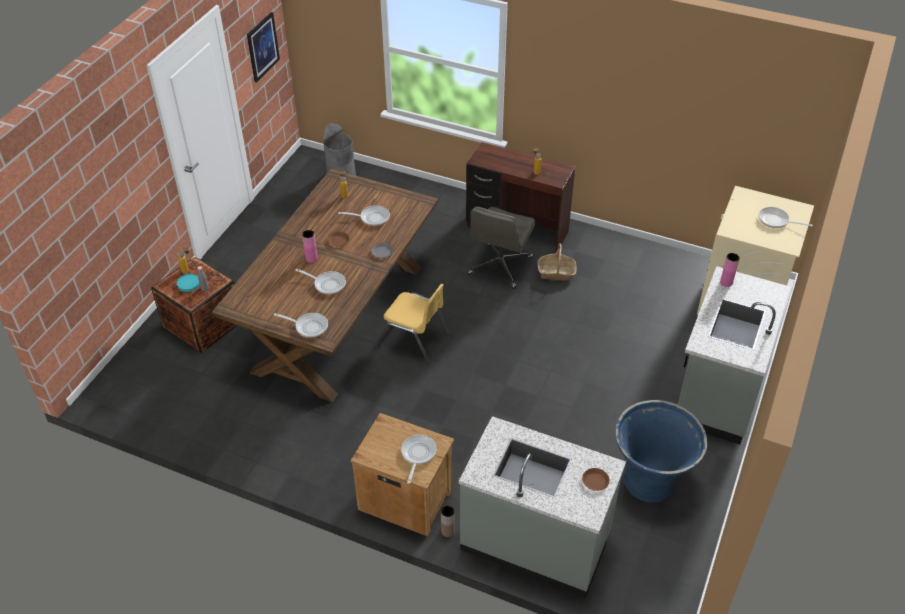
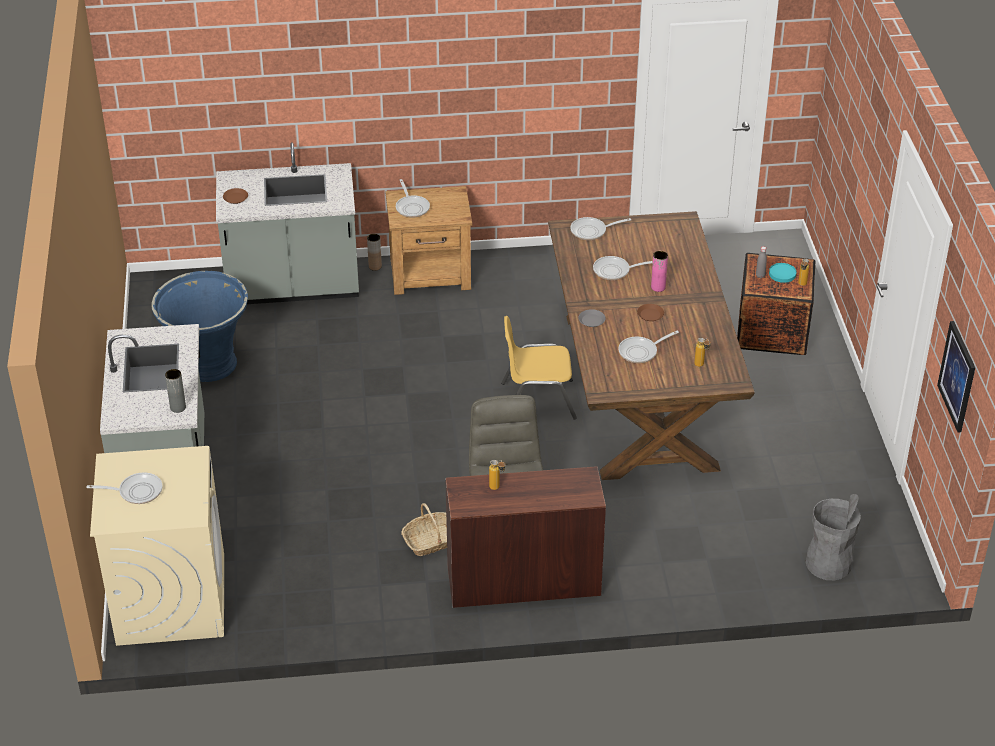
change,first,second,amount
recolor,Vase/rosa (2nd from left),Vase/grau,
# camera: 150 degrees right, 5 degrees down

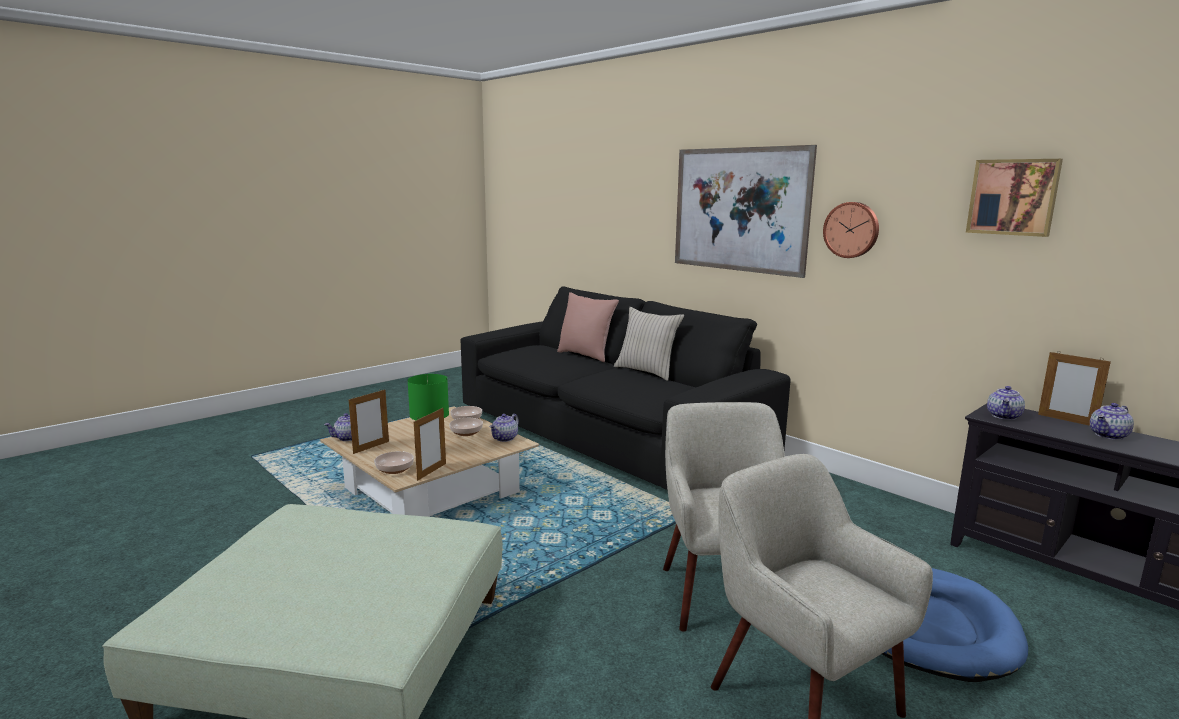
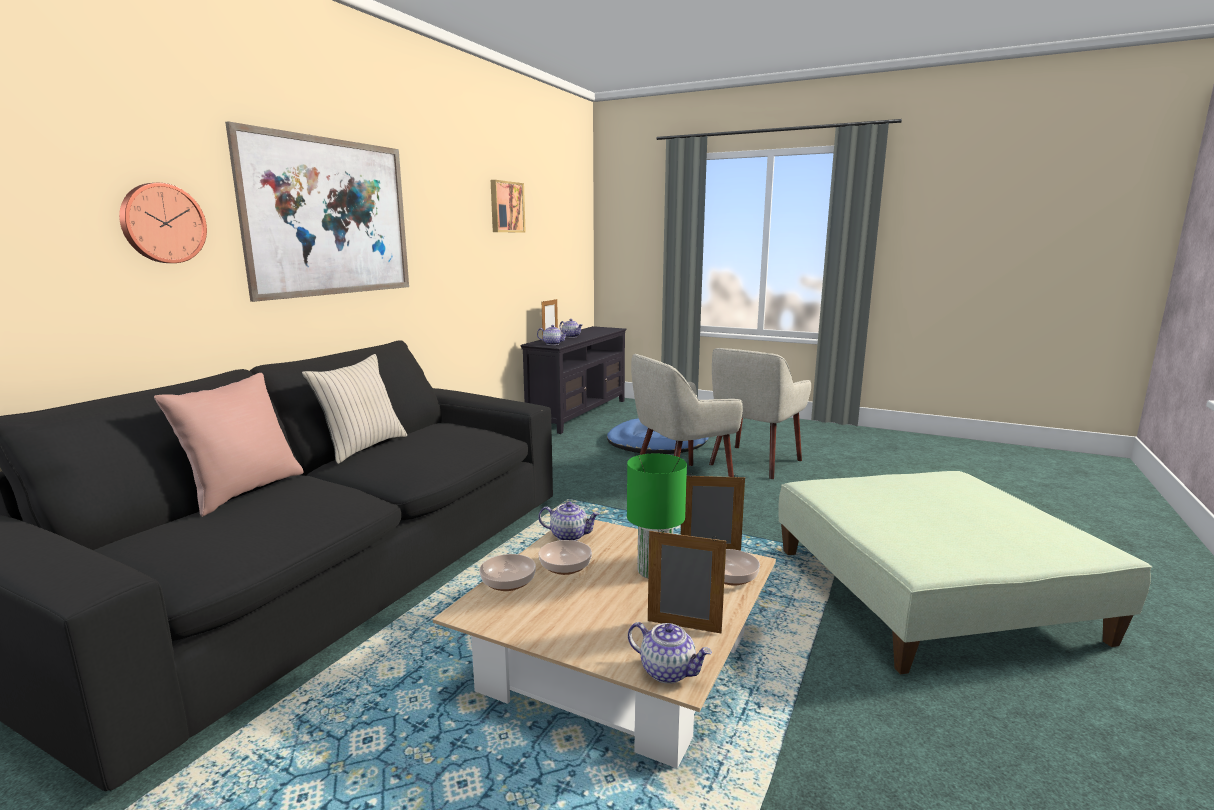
change,first,second,amount
move,Wanduhr,,
# camera: 110 degrees left, 0 degrees up

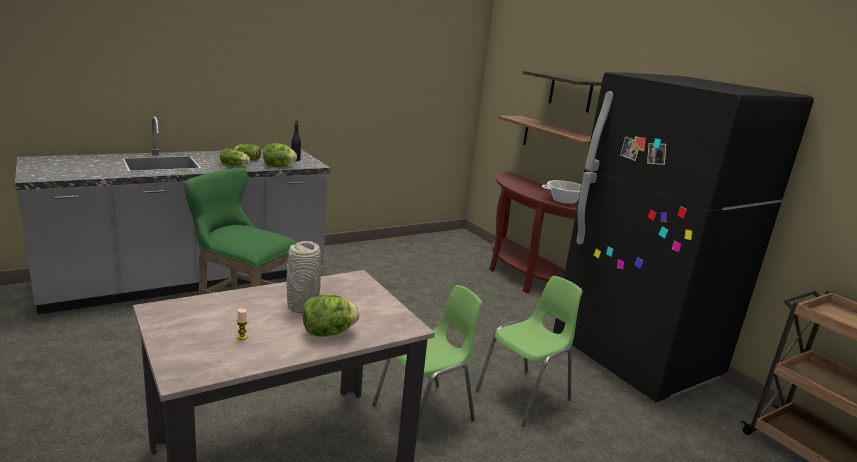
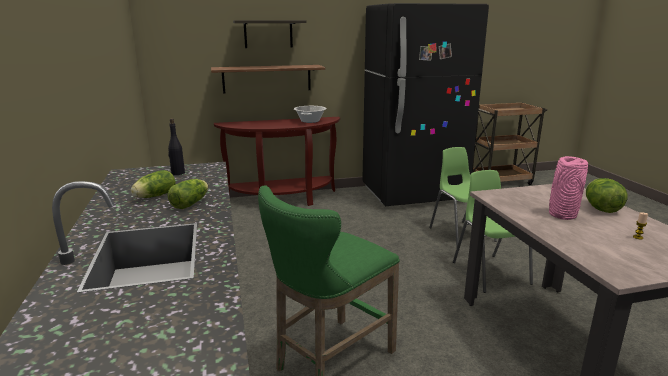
change,first,second,amount
delete,Salatkopf (3rd from left),,
recolor,Vase/grau,Vase/rosa,
# camera: 70 degrees left, 0 degrees up

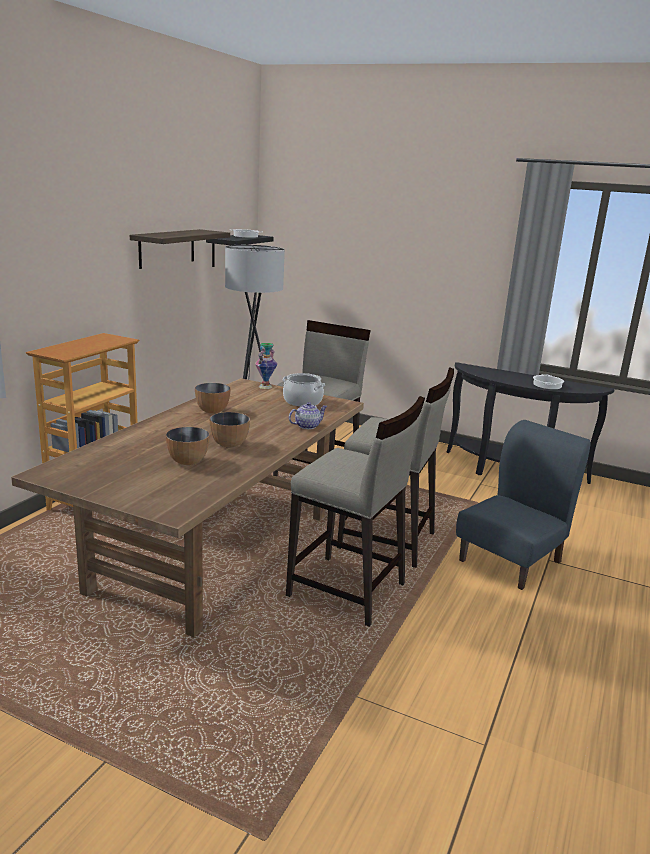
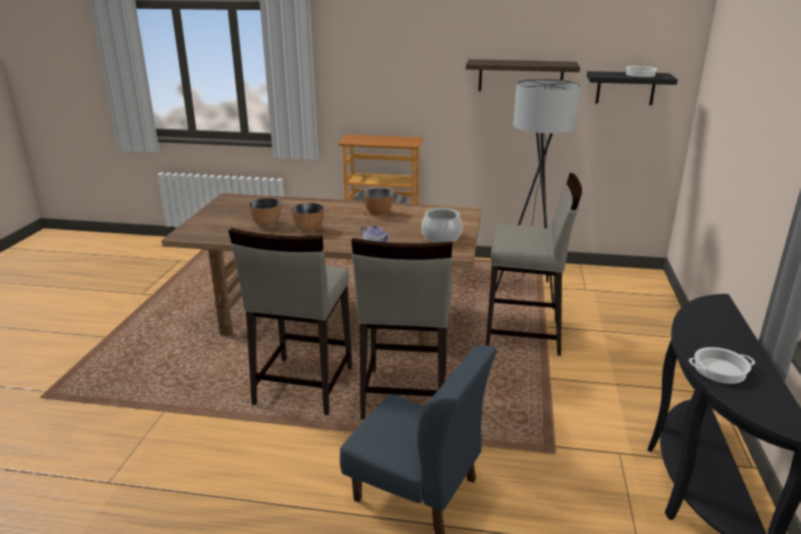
change,first,second,amount
delete,Vase,,
# camera: 75 degrees right, 5 degrees up

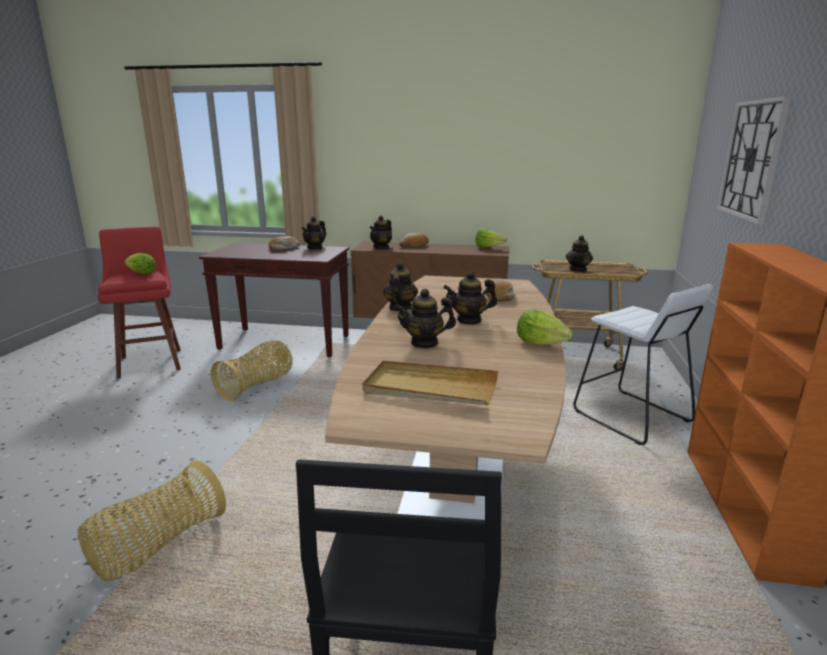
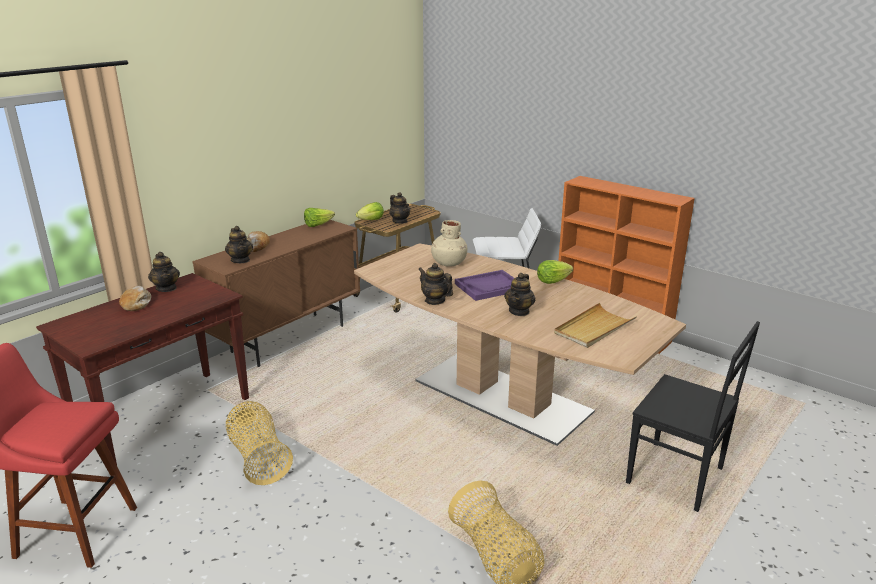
change,first,second,amount
move,Salatkopf (1st from left in the first image),Salatkopf (2nd from left),
replace,Teekanne (5th from left),Tablett/lila,
replace,Brot (3rd from left),Vase/beige,
delete,Wanduhr,,
# camera: 60 degrees left, 5 degrees up

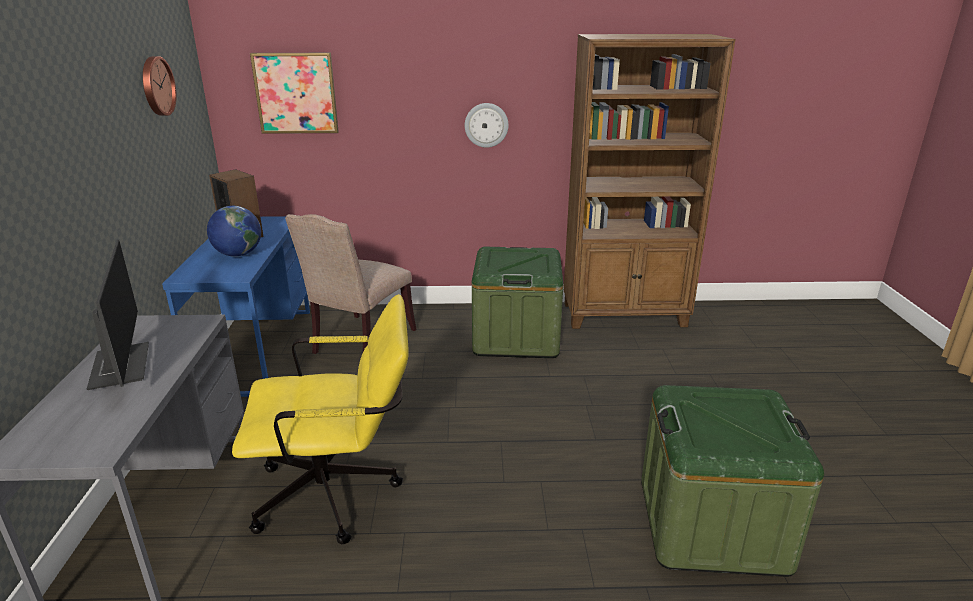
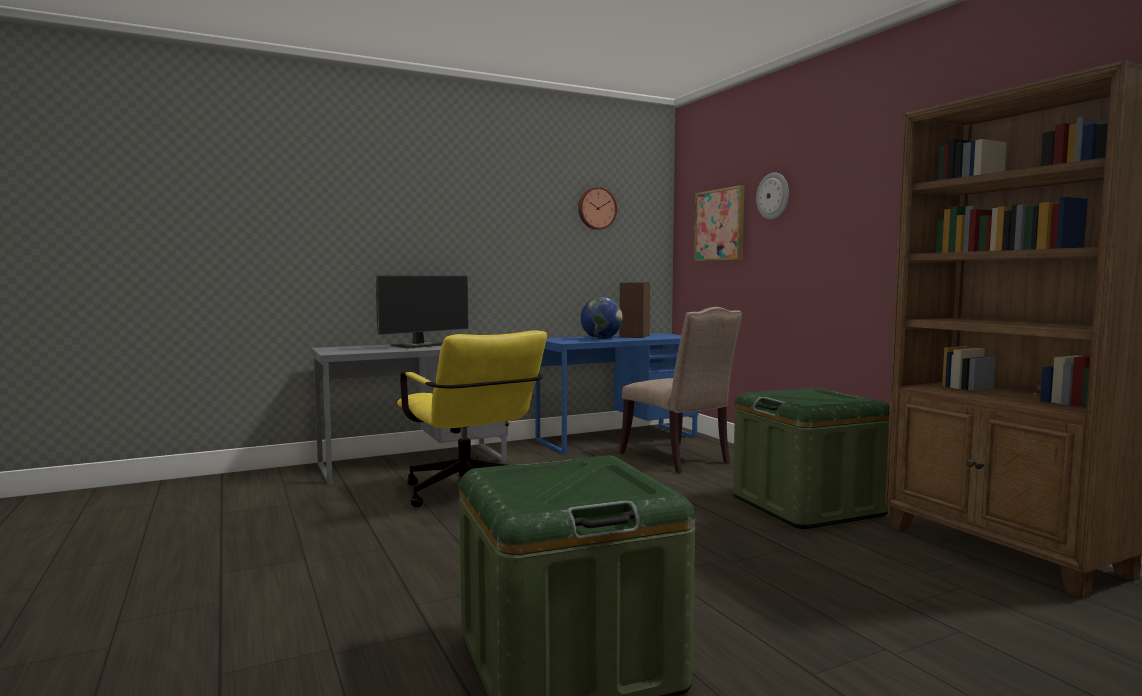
change,first,second,amount
rotate,Stuhl/beige,,120 degrees counterclockwise
move,Wanduhr (2nd from left),,
# camera: 65 degrees right, 20 degrees down

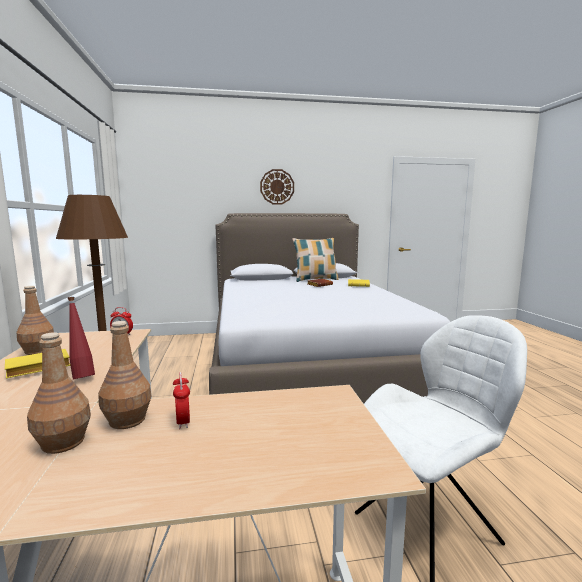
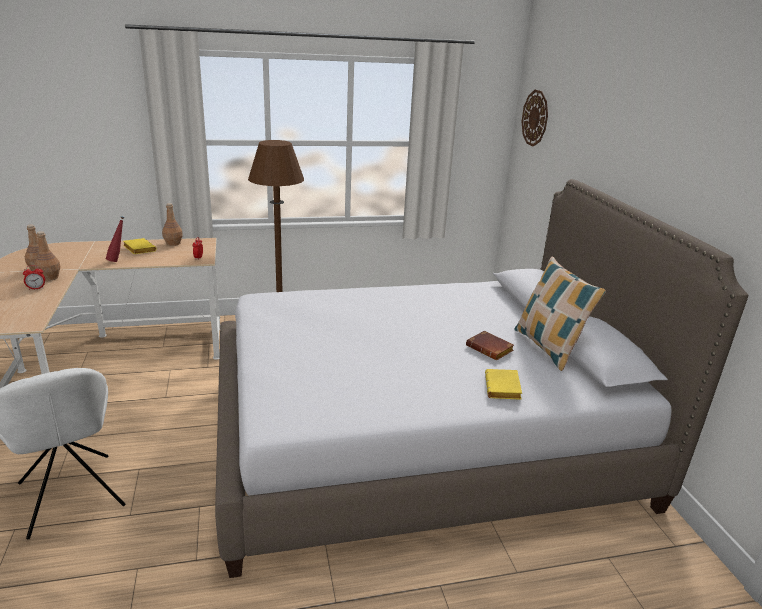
change,first,second,amount
move,Wanduhr,,
# camera: 85 degrees right, 15 degrees up

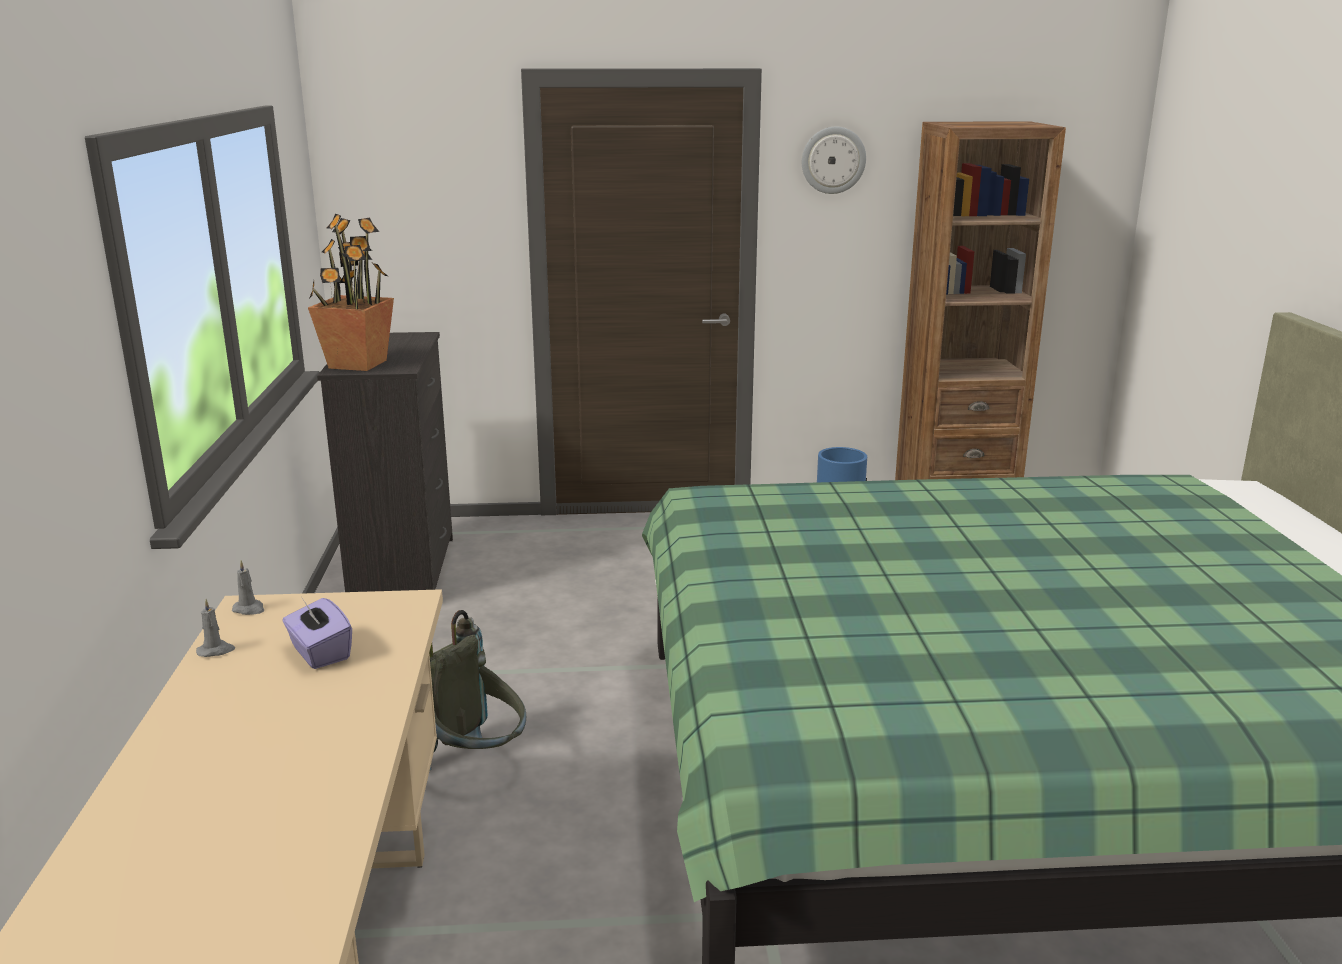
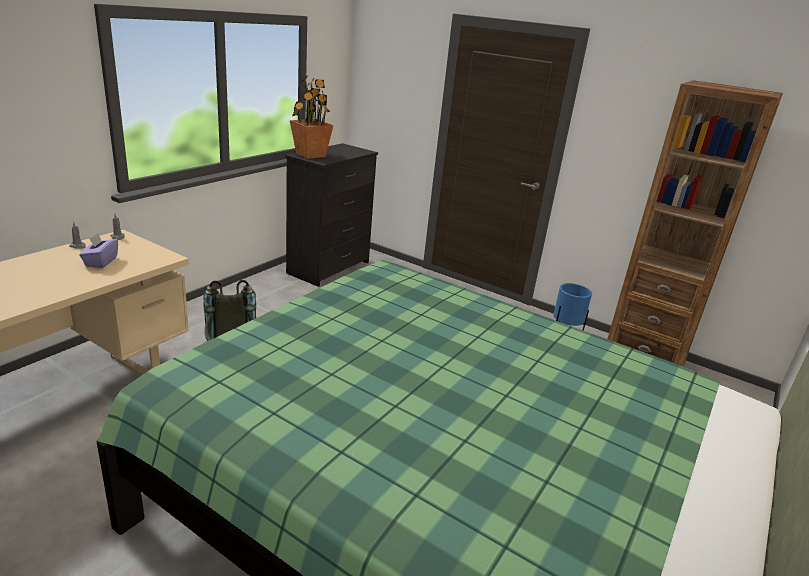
change,first,second,amount
delete,Wanduhr,,
# camera: 35 degrees right, 5 degrees up

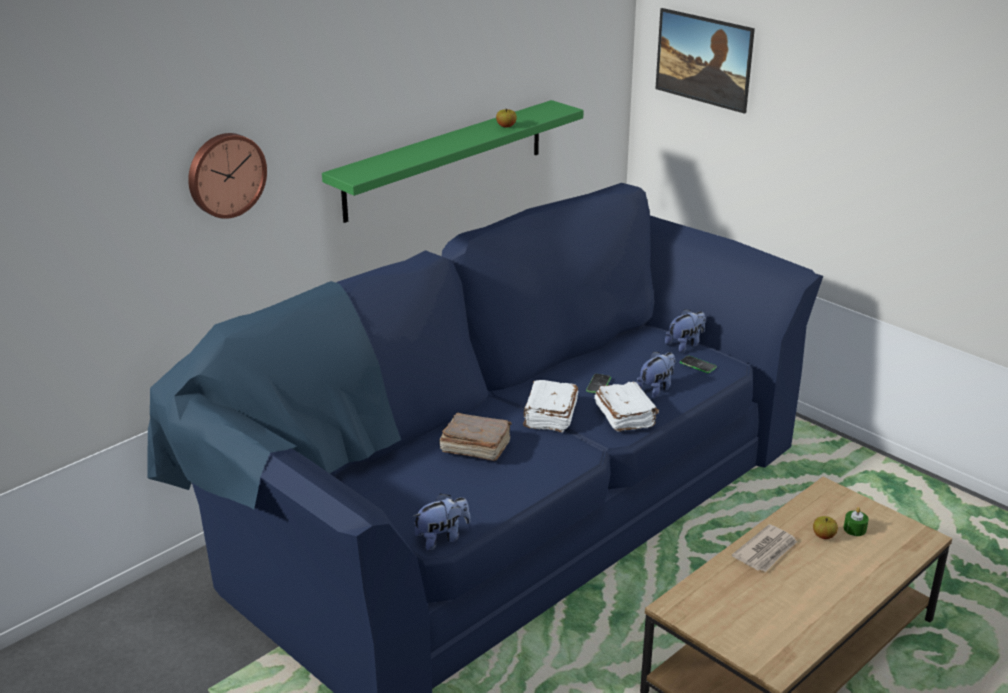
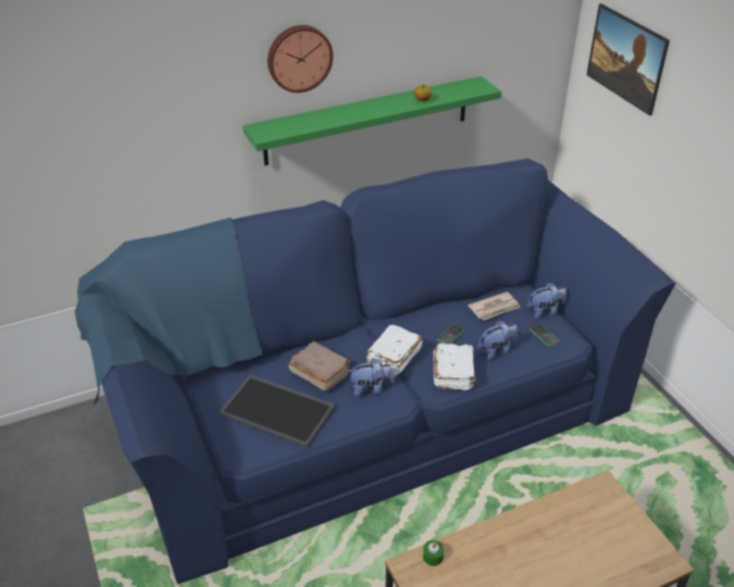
change,first,second,amount
move,Wanduhr,,
move,Plüschtier (1st from left),,
move,Zeitung,,
delete,Apfel (2nd from left),,
move,Kerze/grün,,
insert,,Tablett,
# camera: 20 degrees right, 10 degrees up

